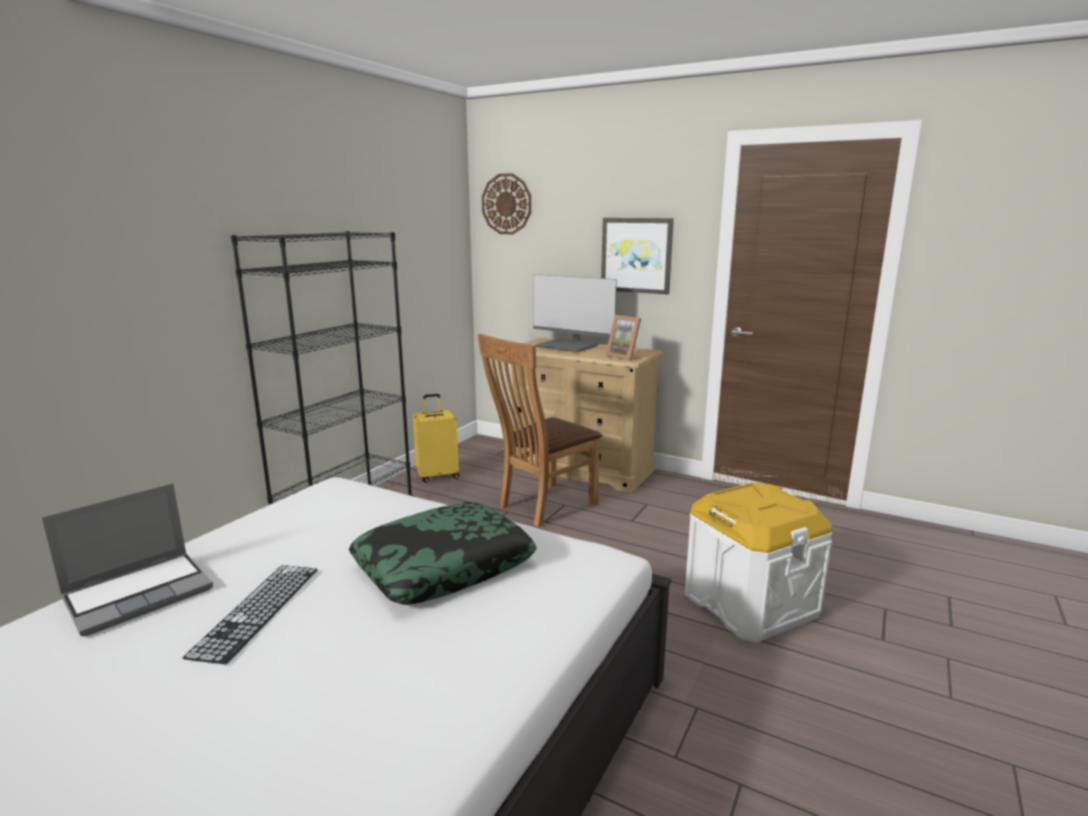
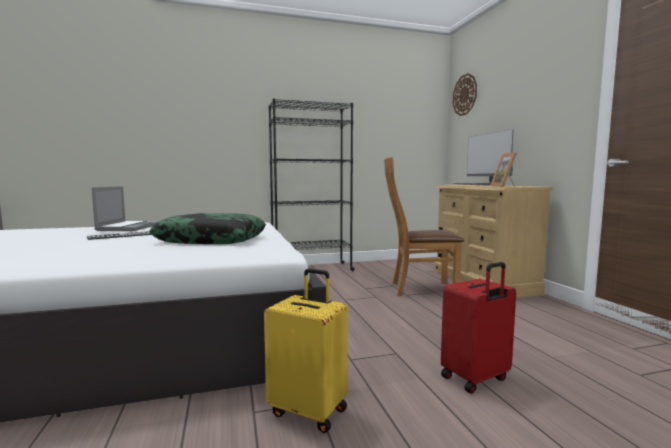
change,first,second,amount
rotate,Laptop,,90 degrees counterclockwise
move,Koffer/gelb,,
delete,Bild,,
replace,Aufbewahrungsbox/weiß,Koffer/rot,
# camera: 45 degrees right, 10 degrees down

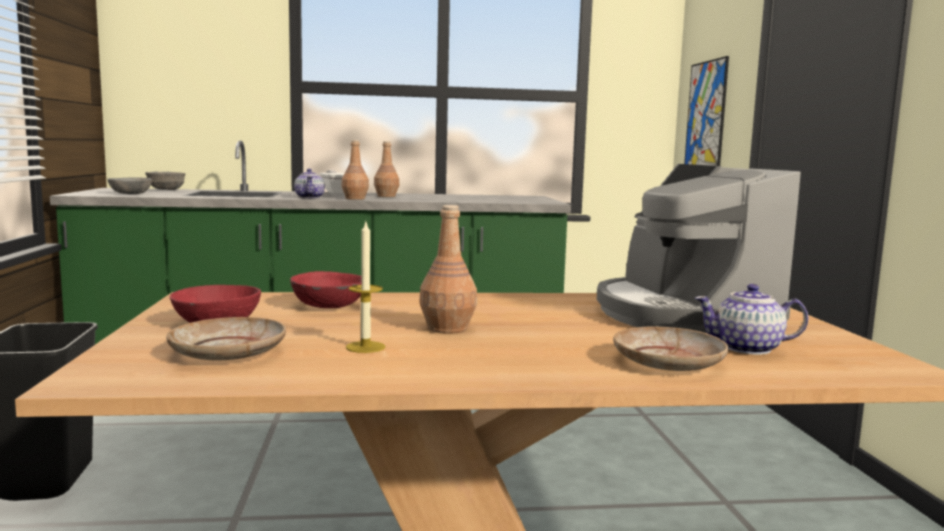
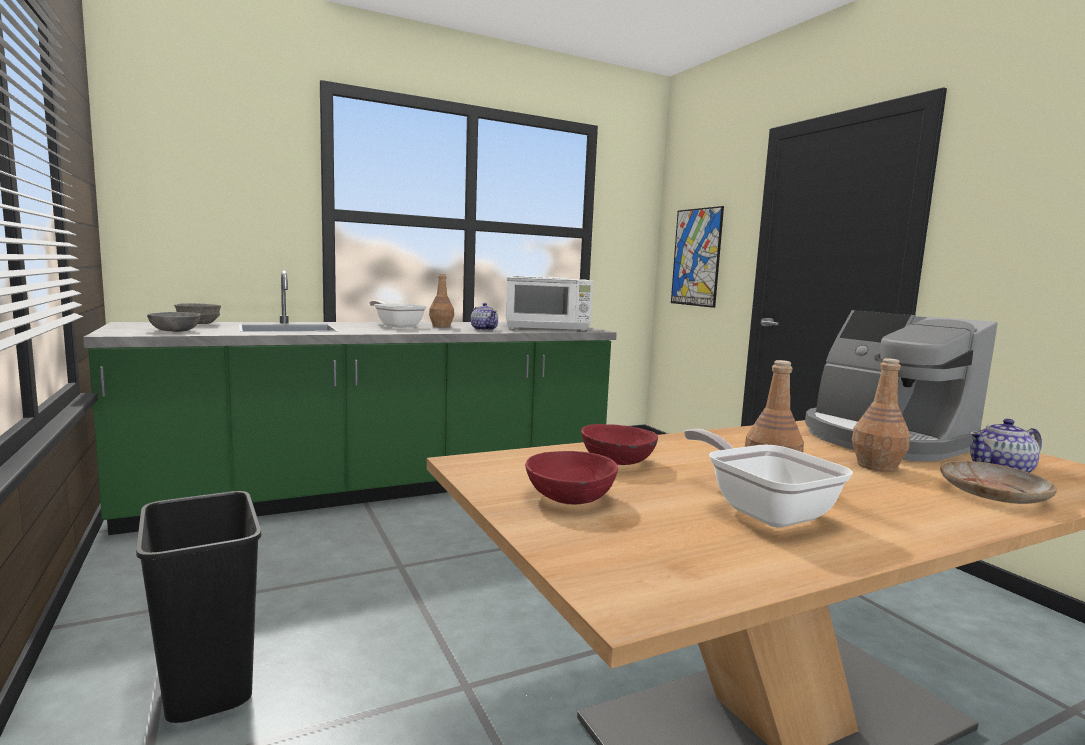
change,first,second,amount
delete,Teller/beige (1st from left),,
move,Teekanne (1st from left),,
move,Flasche/braun (1st from left in the first image),Flasche/braun (3rd from left),
replace,Kerze,Pfanne (2nd from left),
insert,,Mikrowelle/weiß,
# camera: 20 degrees left, 0 degrees up

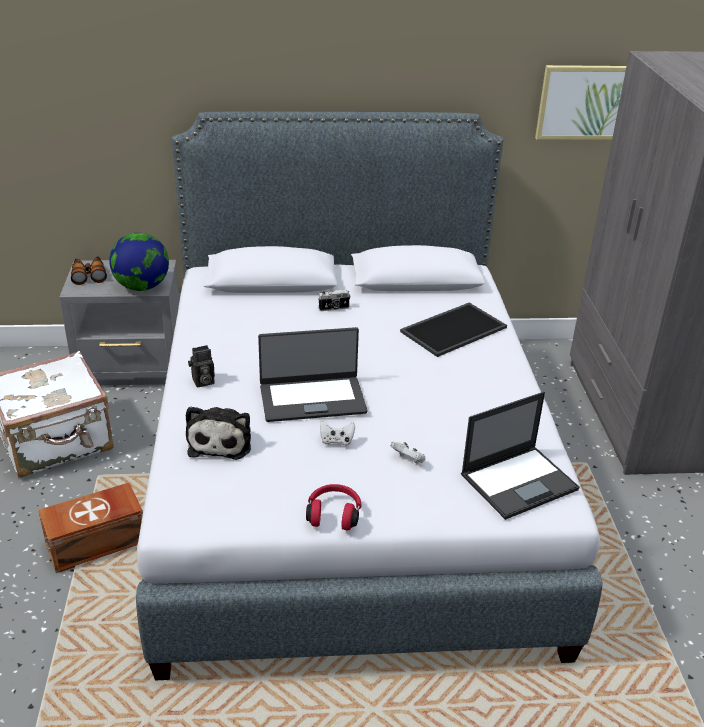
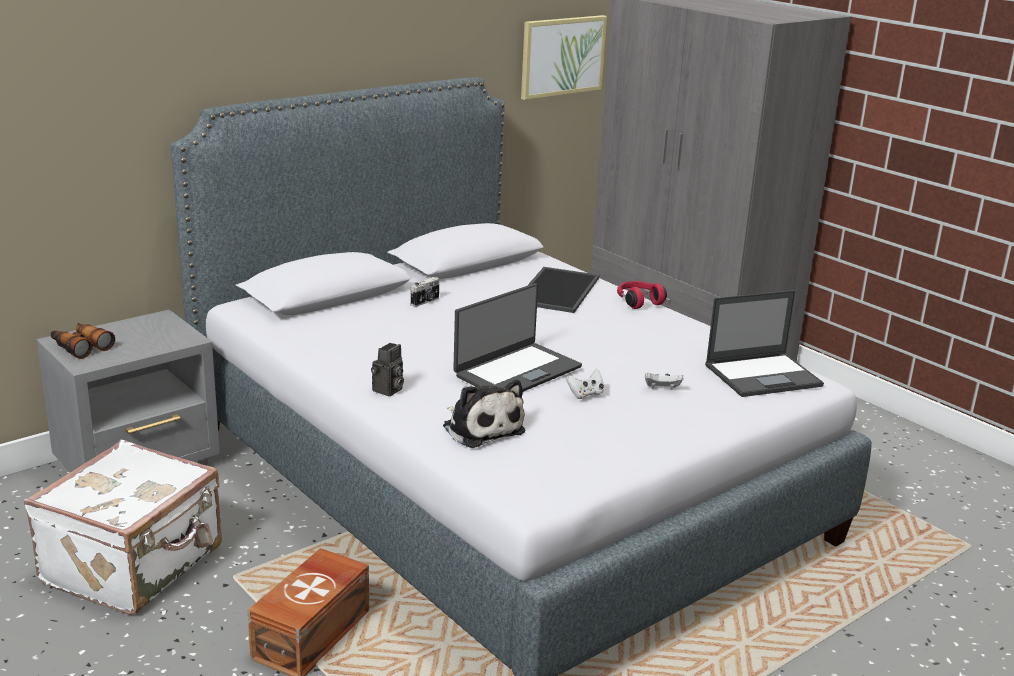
change,first,second,amount
delete,Globus,,
move,Kopfhörer/rot,,
rotate,Laptop (2nd from left),,45 degrees clockwise
# camera: 35 degrees left, 10 degrees down

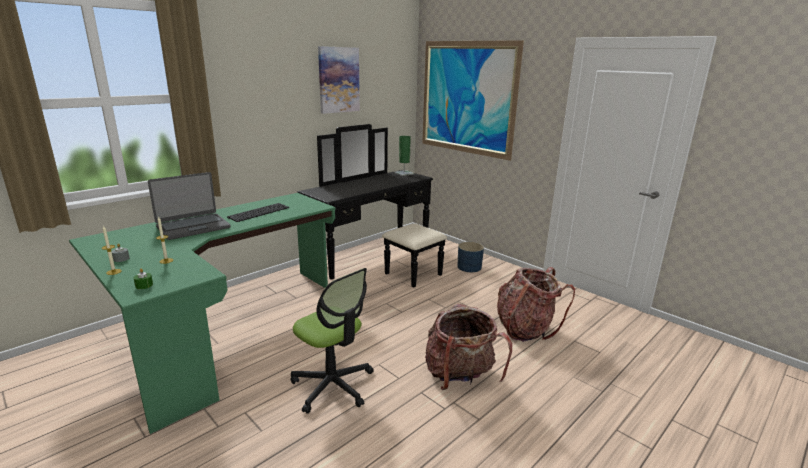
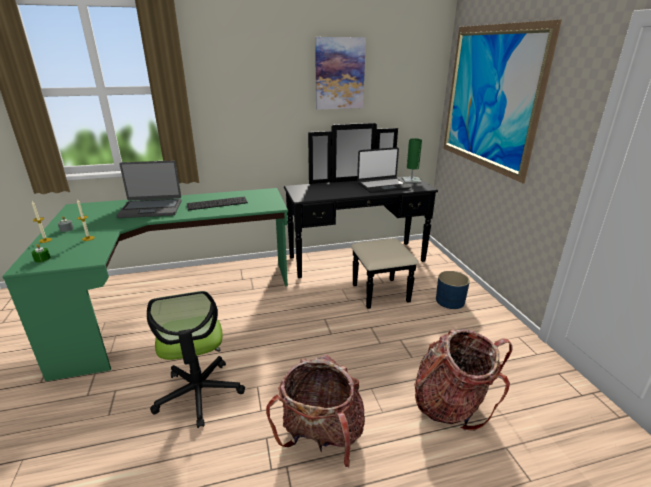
change,first,second,amount
insert,,Laptop (2nd from left),
# camera: 30 degrees right, 5 degrees up

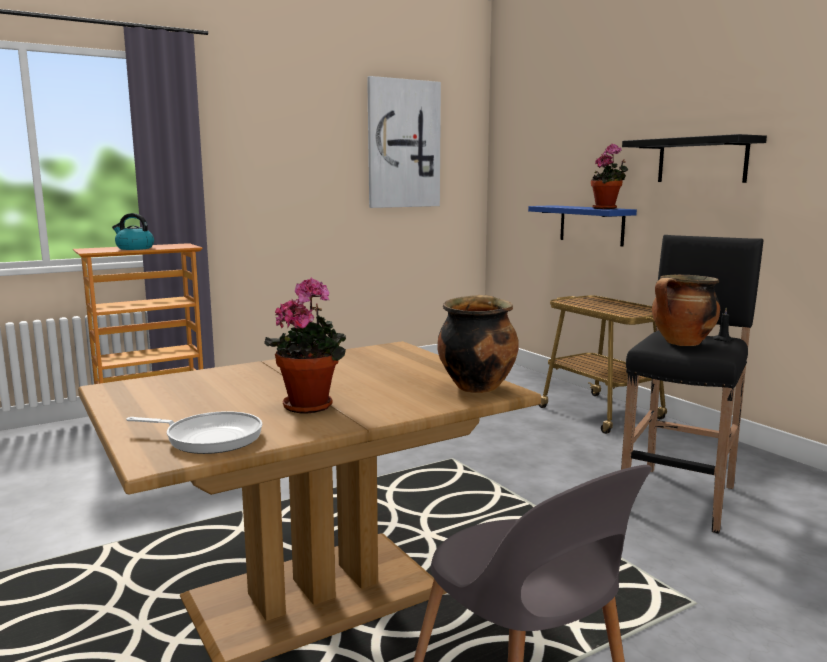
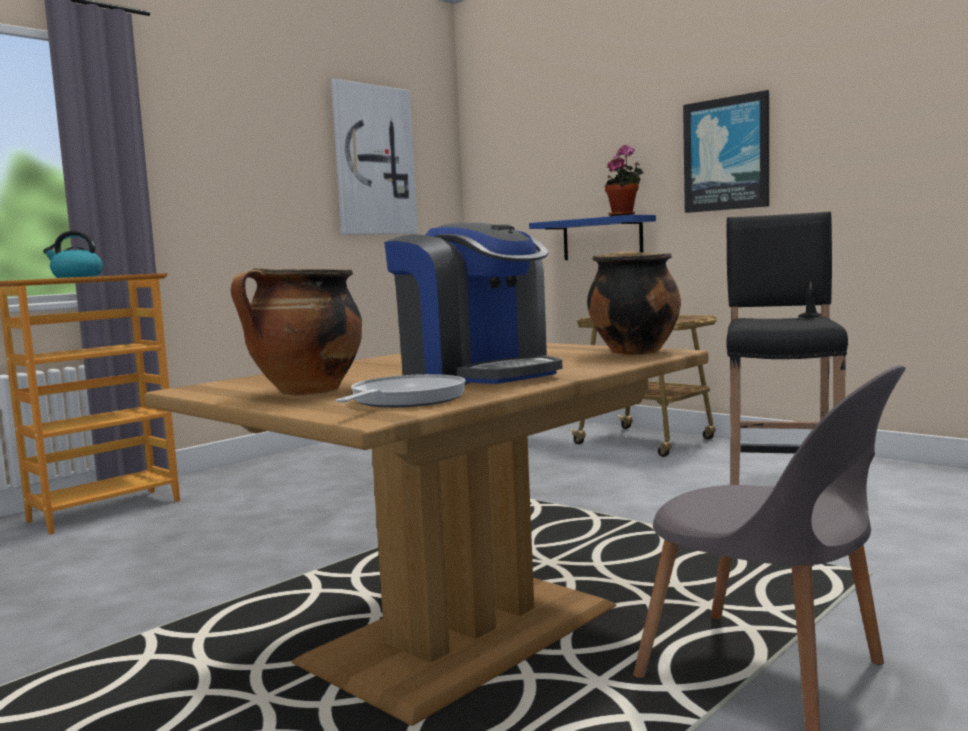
change,first,second,amount
rotate,Pfanne,,60 degrees counterclockwise
replace,Topfpflanze (1st from left),Kaffeemaschine,
replace,Wandregal/schwarz,Bild (2nd from left),
move,Kochtopf (2nd from left in the first image),Kochtopf (1st from left),
# camera: 15 degrees left, 5 degrees down

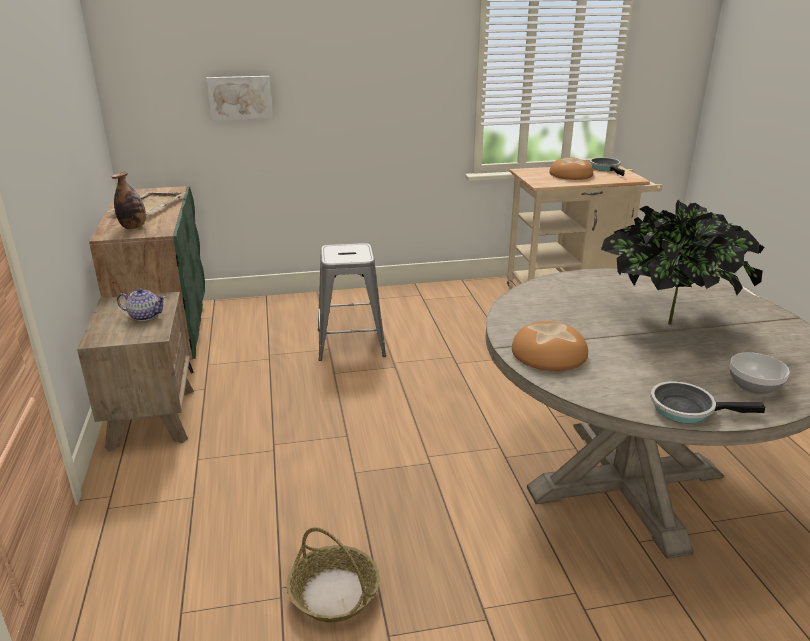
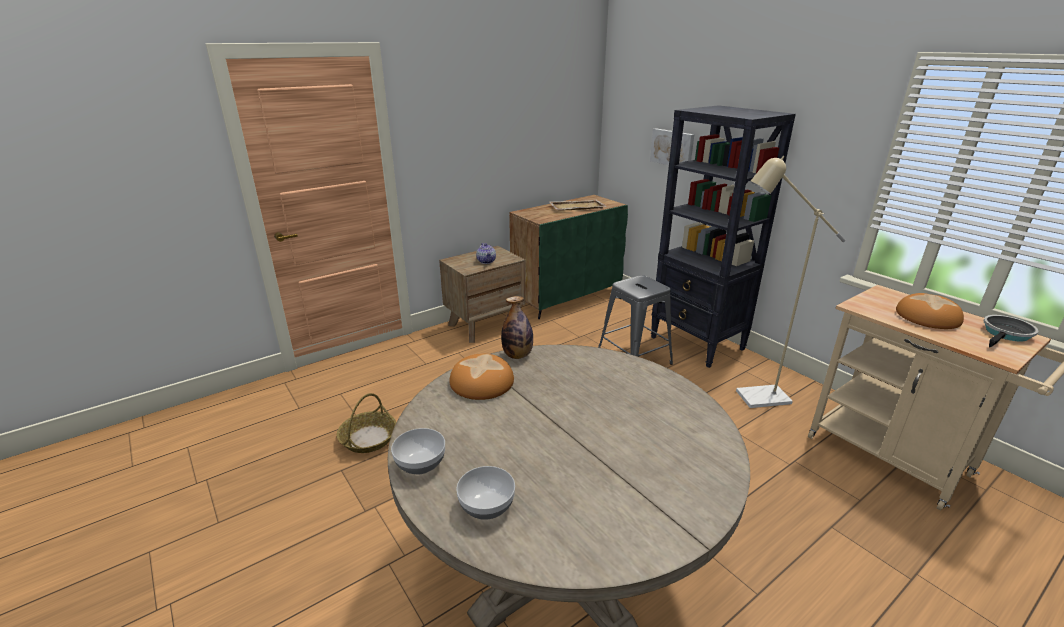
change,first,second,amount
move,Flasche,,
delete,Topfpflanze,,
replace,Pfanne (2nd from left),Schüssel (1st from left),
insert,,Bücherregal/schwarz,
insert,,Stehlampe/beige,
# camera: 65 degrees right, 0 degrees up

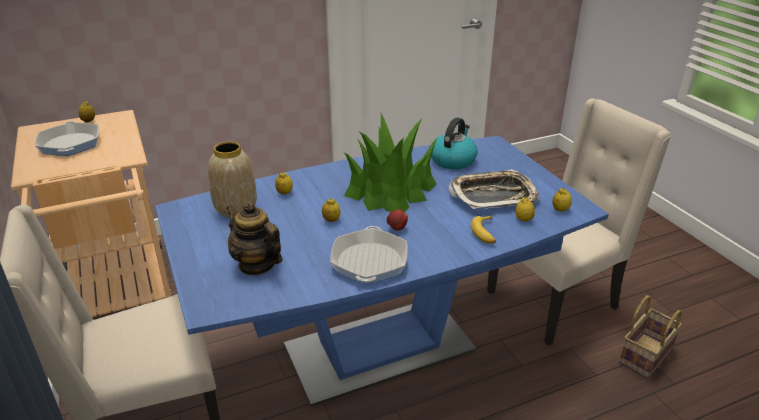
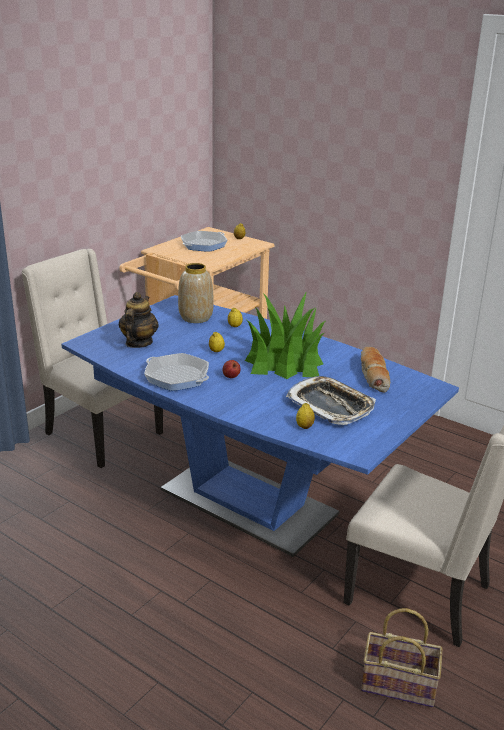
change,first,second,amount
rotate,Pfanne (2nd from left in the first image),Pfanne (1st from left),120 degrees counterclockwise
replace,Wasserkessel,Brot,
delete,Banane,,
delete,Zitrone (5th from left),,
# camera: 60 degrees right, 5 degrees down

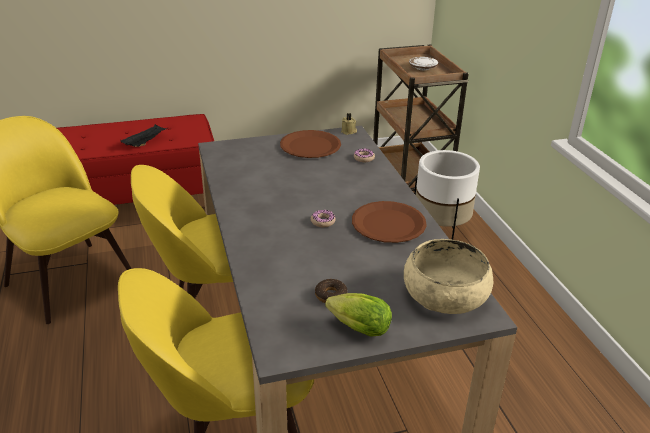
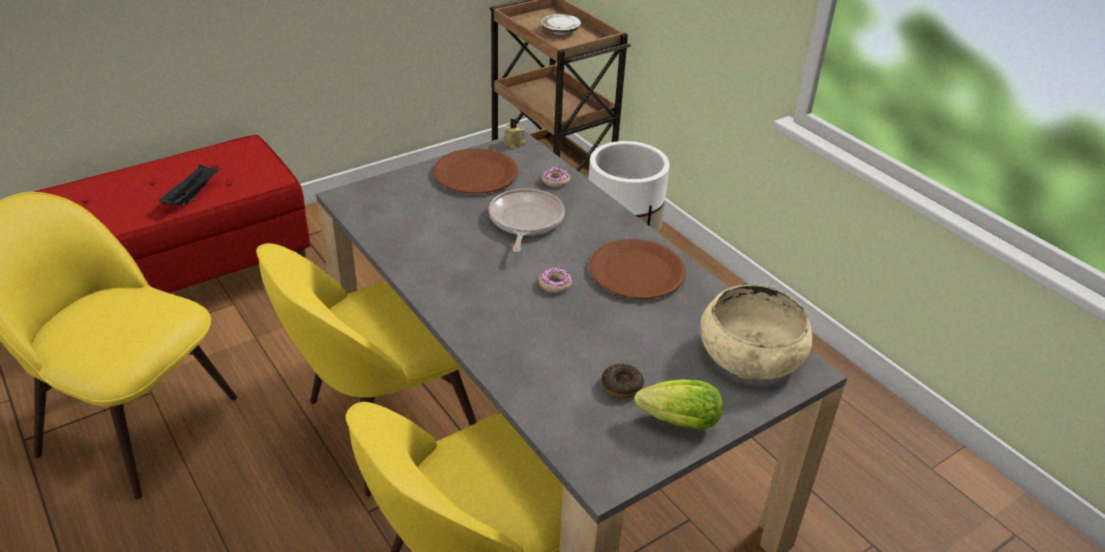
change,first,second,amount
insert,,Pfanne,
# camera: 20 degrees left, 5 degrees up

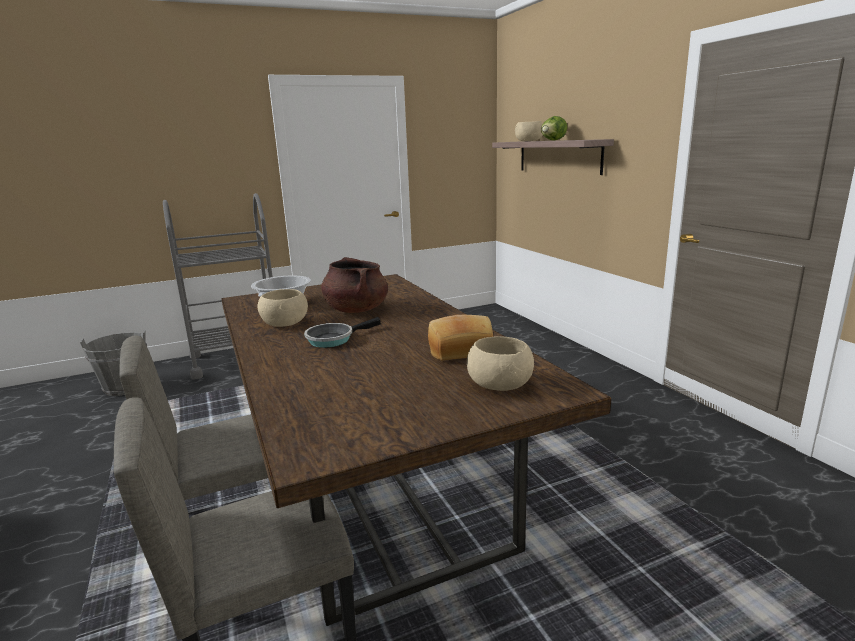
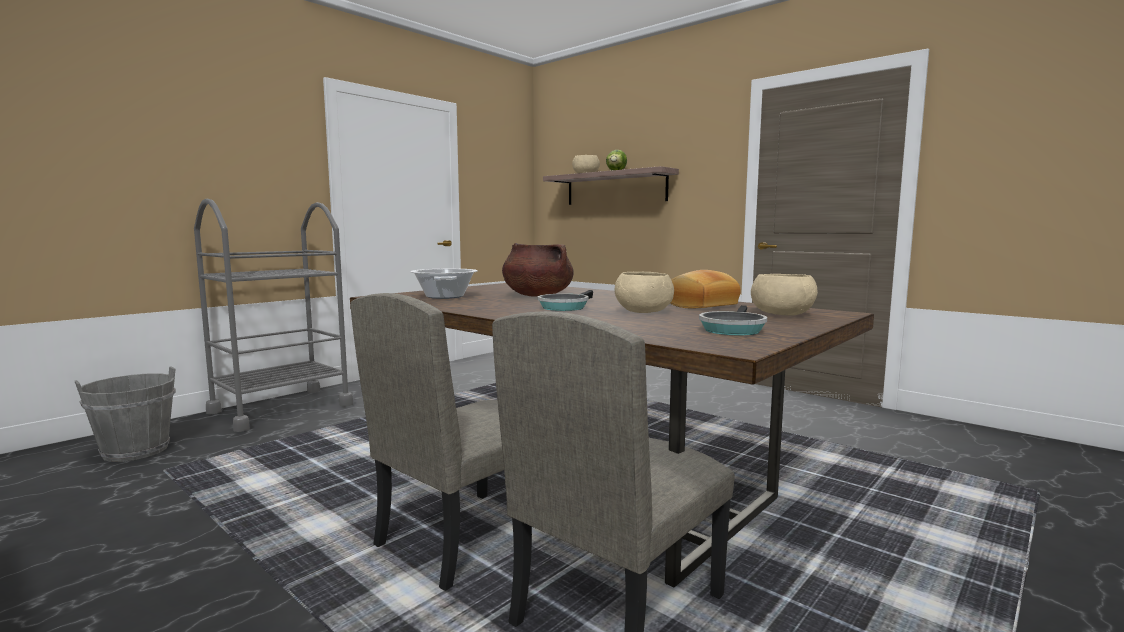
change,first,second,amount
move,Schüssel/beige (1st from left in the first image),Schüssel/beige (2nd from left),
insert,,Pfanne (2nd from left),
# camera: 25 degrees left, 10 degrees down

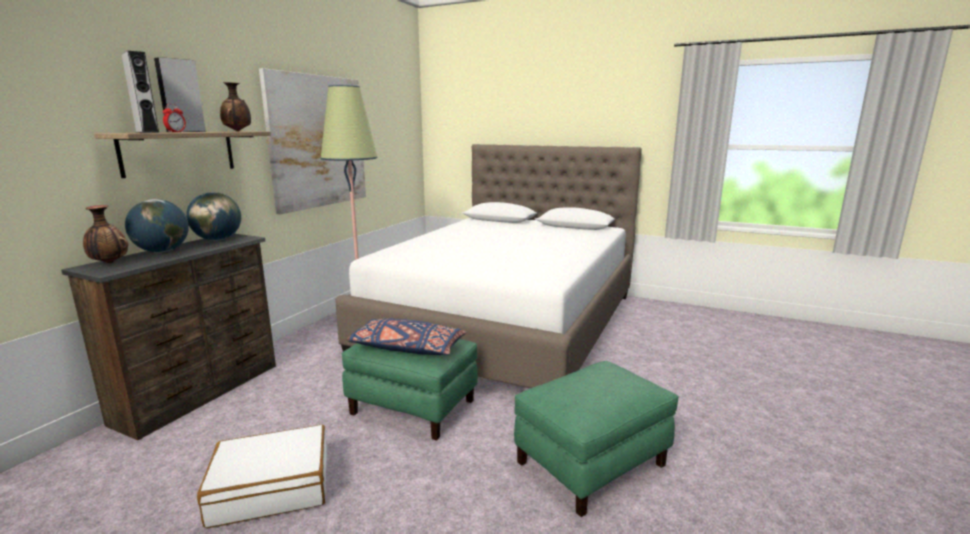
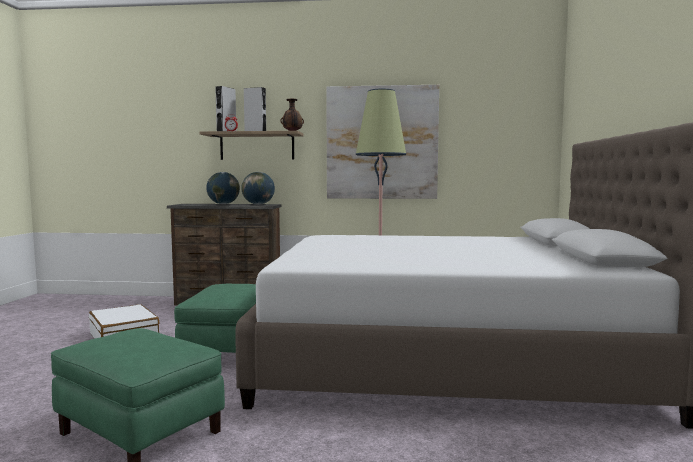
change,first,second,amount
delete,Vase (1st from left),,
delete,Kissen/blau,,
# camera: 70 degrees right, 10 degrees down

